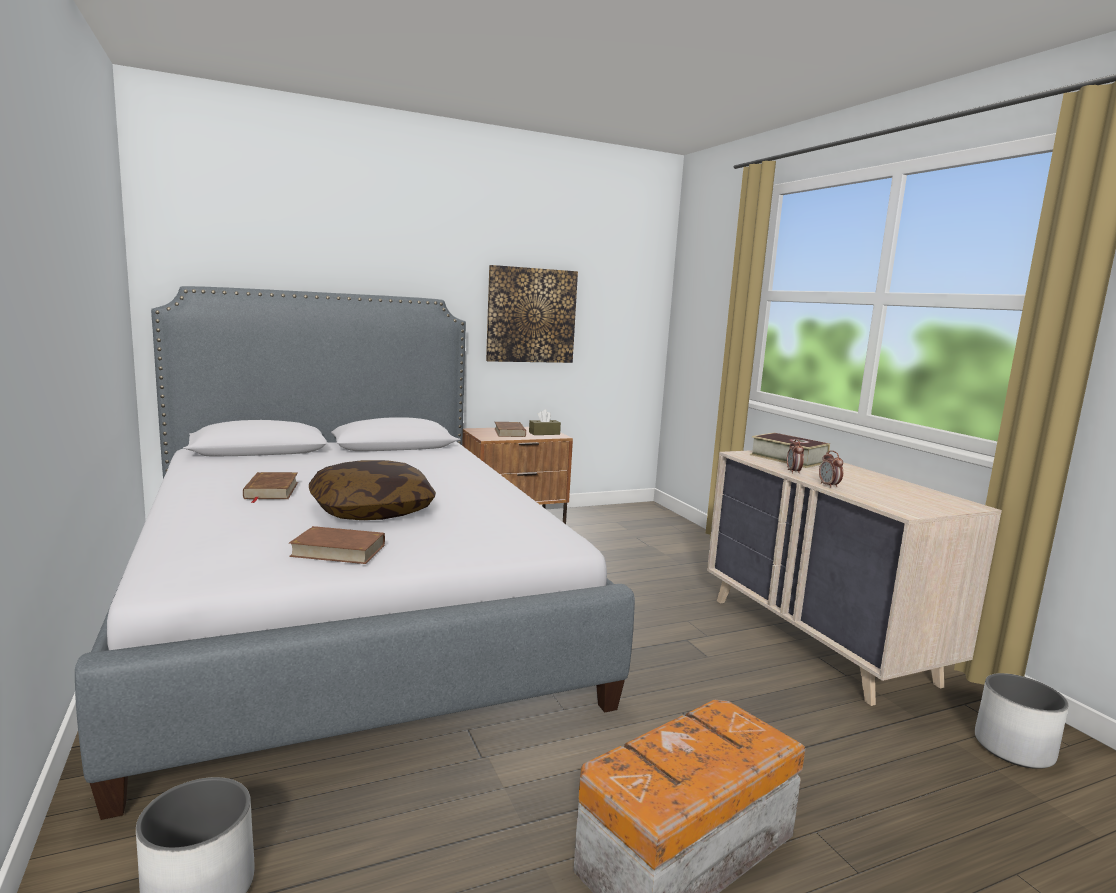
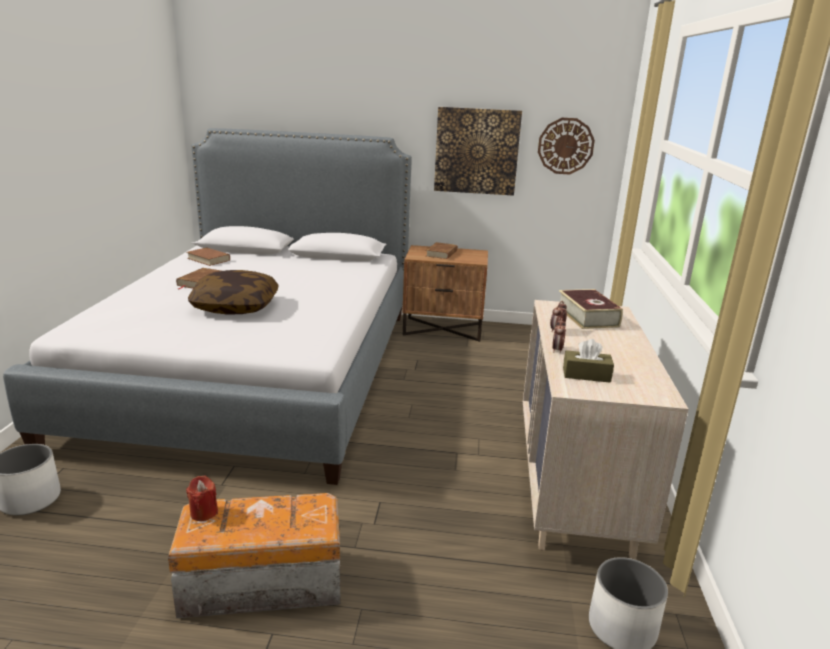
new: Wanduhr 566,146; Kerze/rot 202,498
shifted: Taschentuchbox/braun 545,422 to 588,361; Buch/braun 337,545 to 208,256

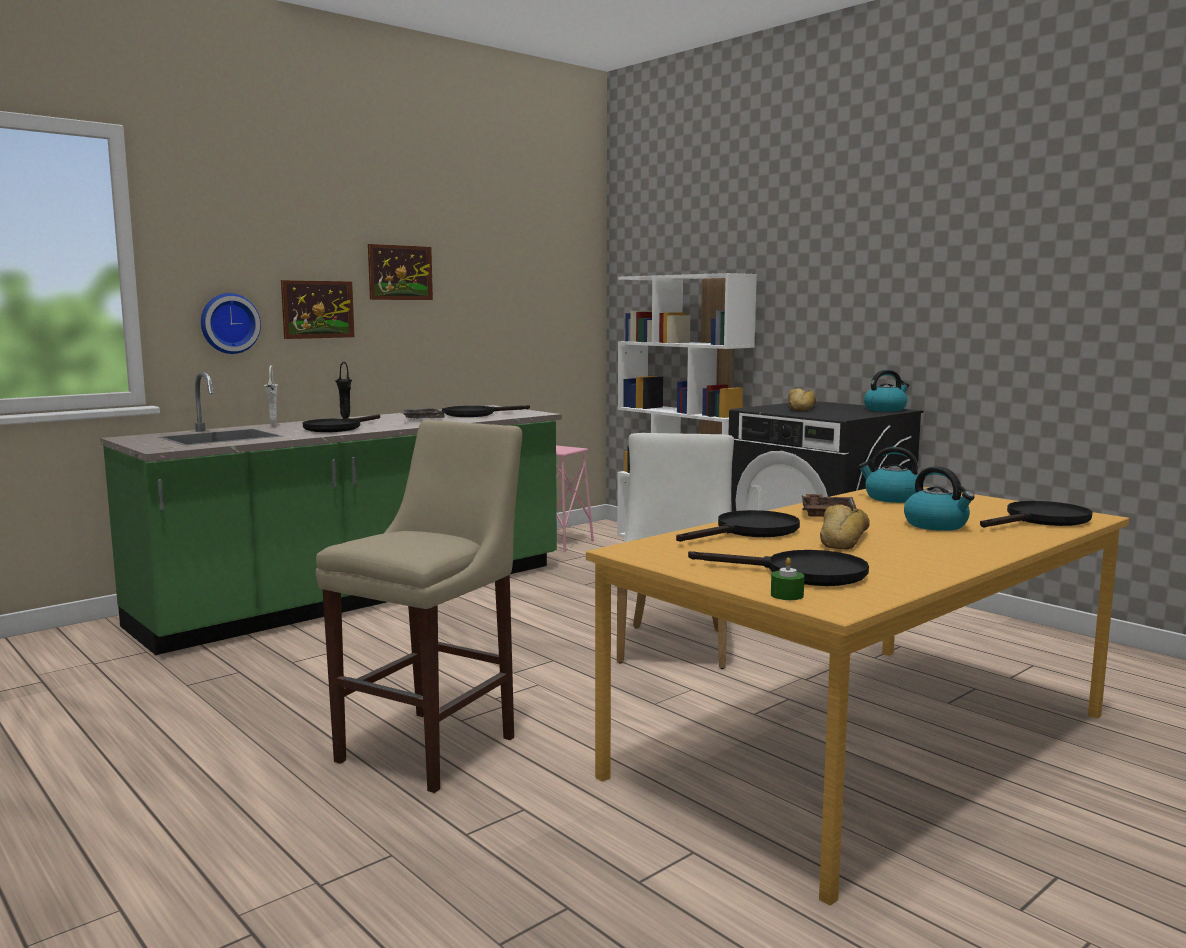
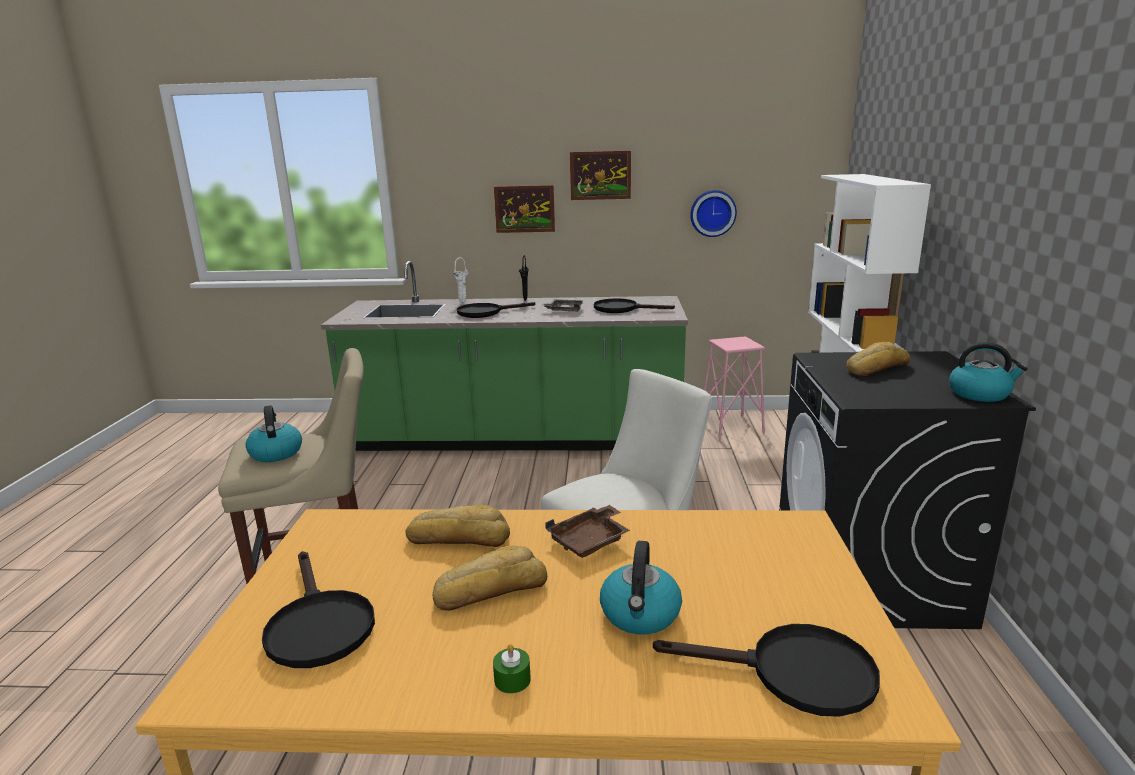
shifted: Wanduhr 231,323 to 713,213; Wasserkessel 888,475 to 273,433; Kerze/grün 787,579 to 512,669
swapped: Pfanne/schwarz 738,526 to Brot 458,525

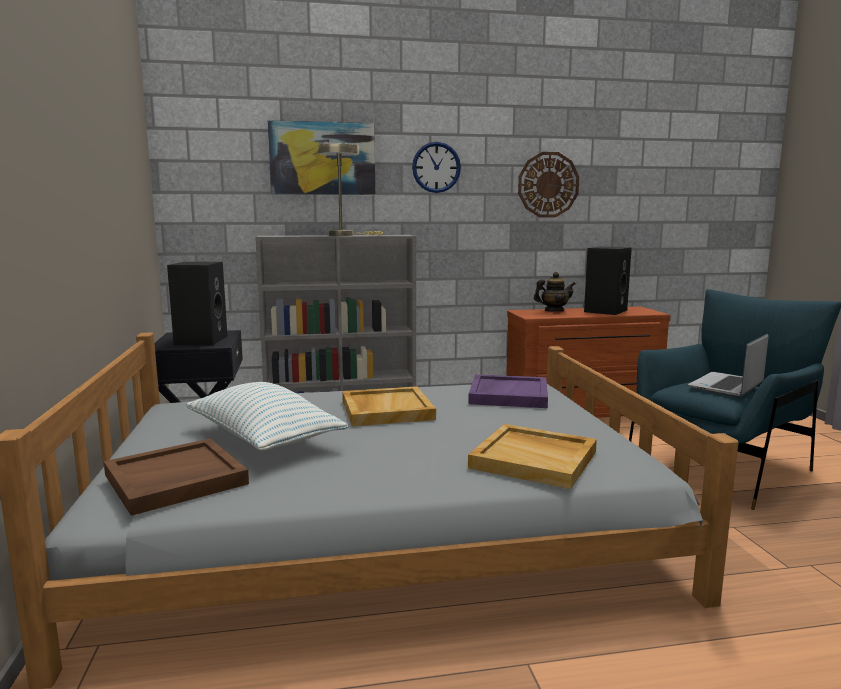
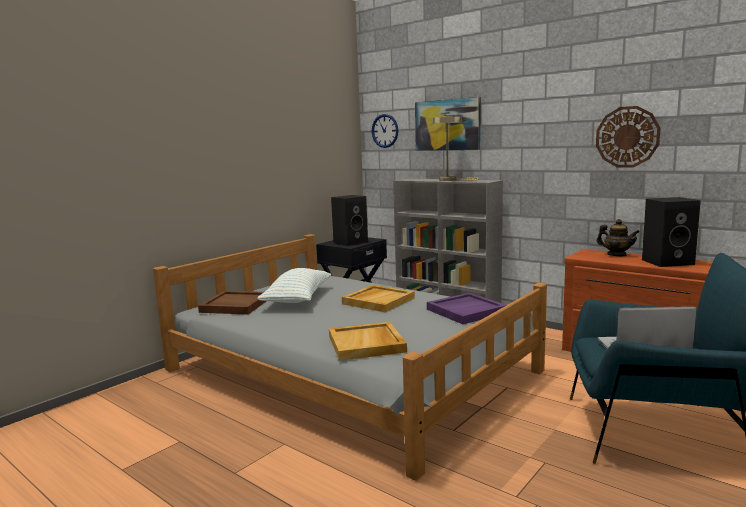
shifted: Wanduhr 436,167 to 385,131

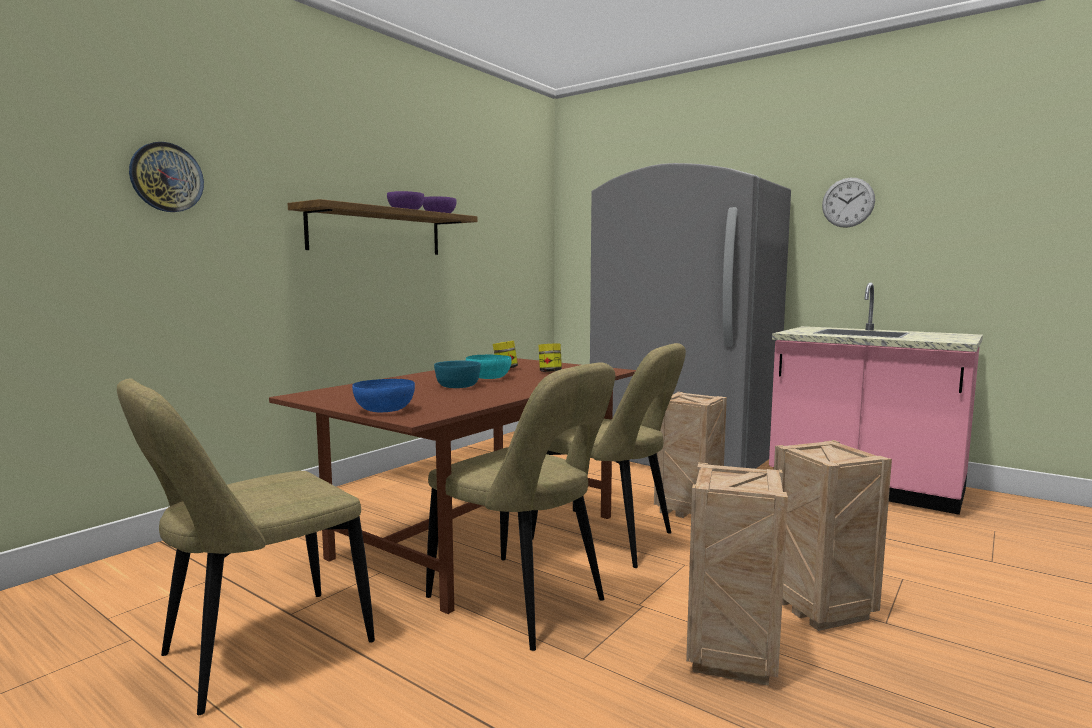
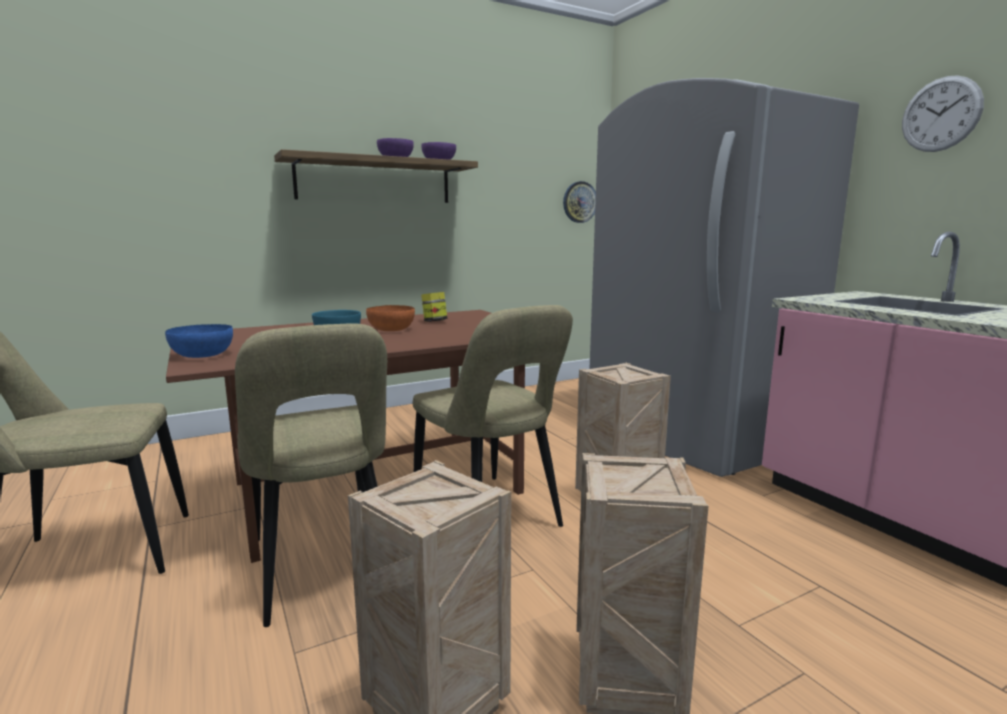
gone: Vorratsglas 550,358
shifted: Wanduhr 166,177 to 579,202
repainted: Schüssel/türkis 489,367 to Schüssel/orange 390,318

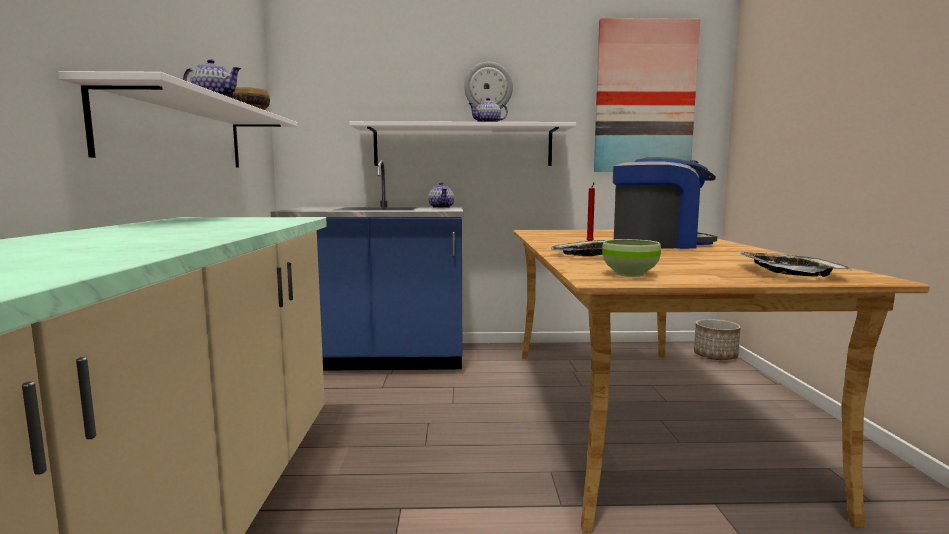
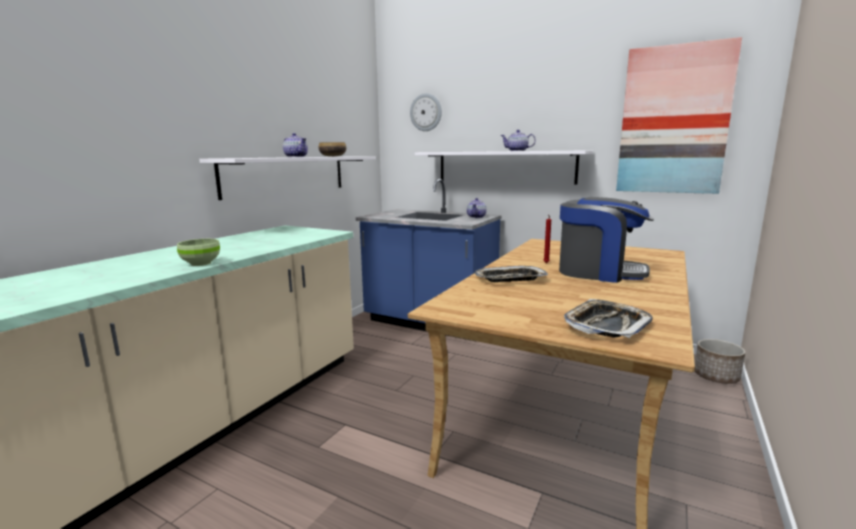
shifted: Wanduhr 488,85 to 426,112; Schüssel/grün 631,258 to 198,252

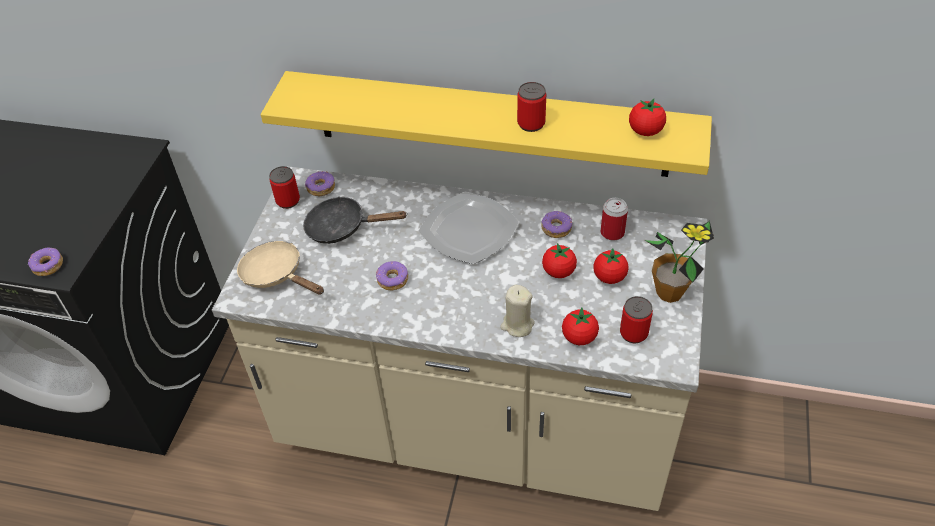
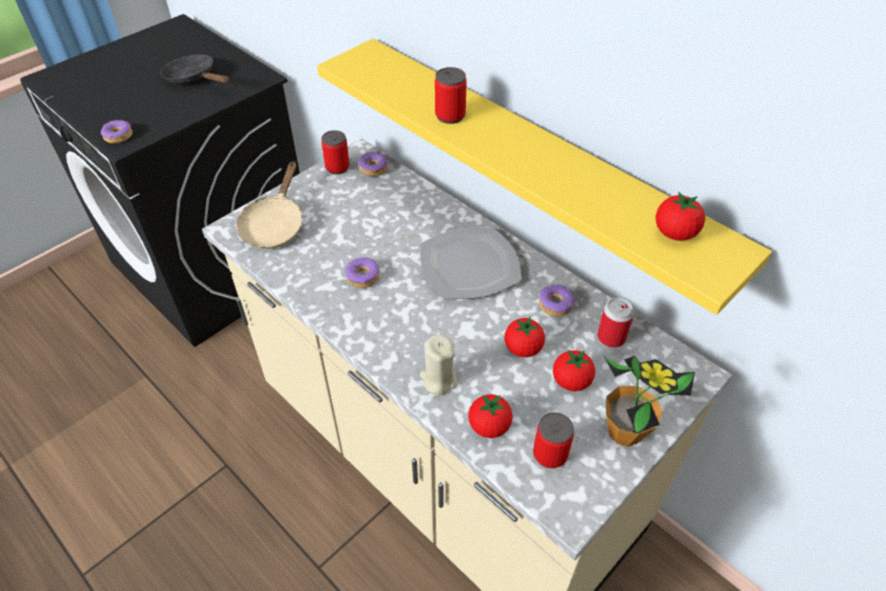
shifted: Dose 531,107 to 451,95; Pfanne/schwarz 355,220 to 194,69
rotated: Pfanne/beige 280,268 = 269,205 150 degrees counterclockwise

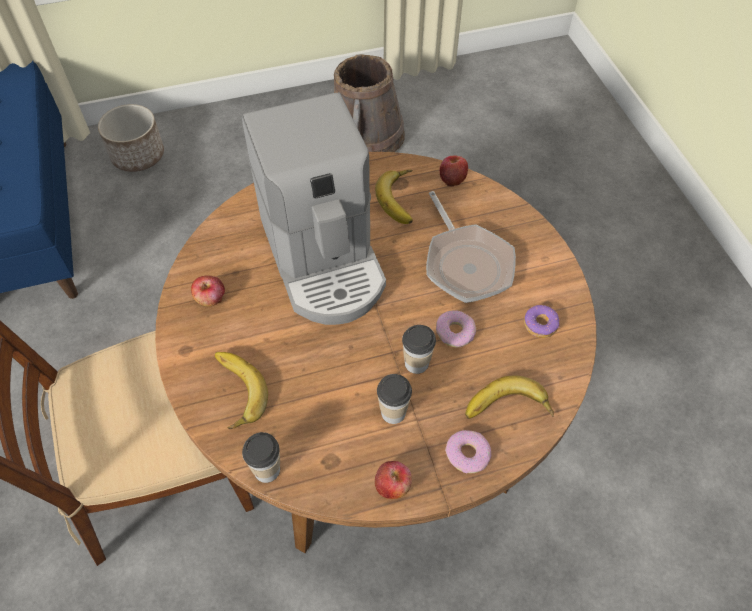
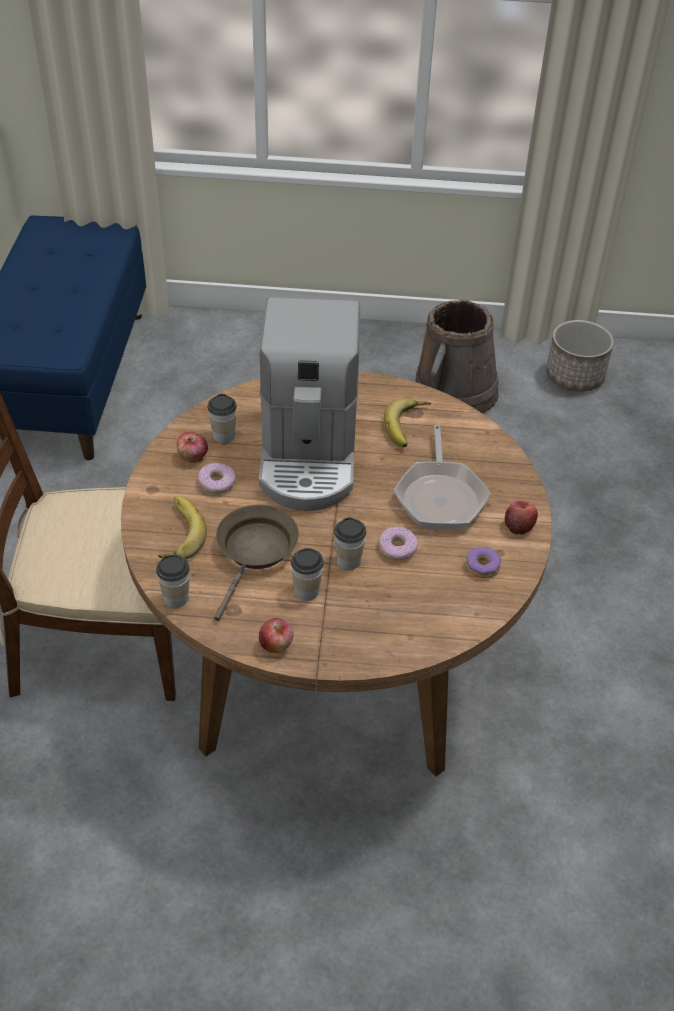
gone: Banane 509,397
new: Tasse 222,418; Pfanne/braun 256,563
shifted: Pflanzkübel 131,138 to 580,356; Apfel 454,171 to 521,517; Donut 468,451 to 217,478

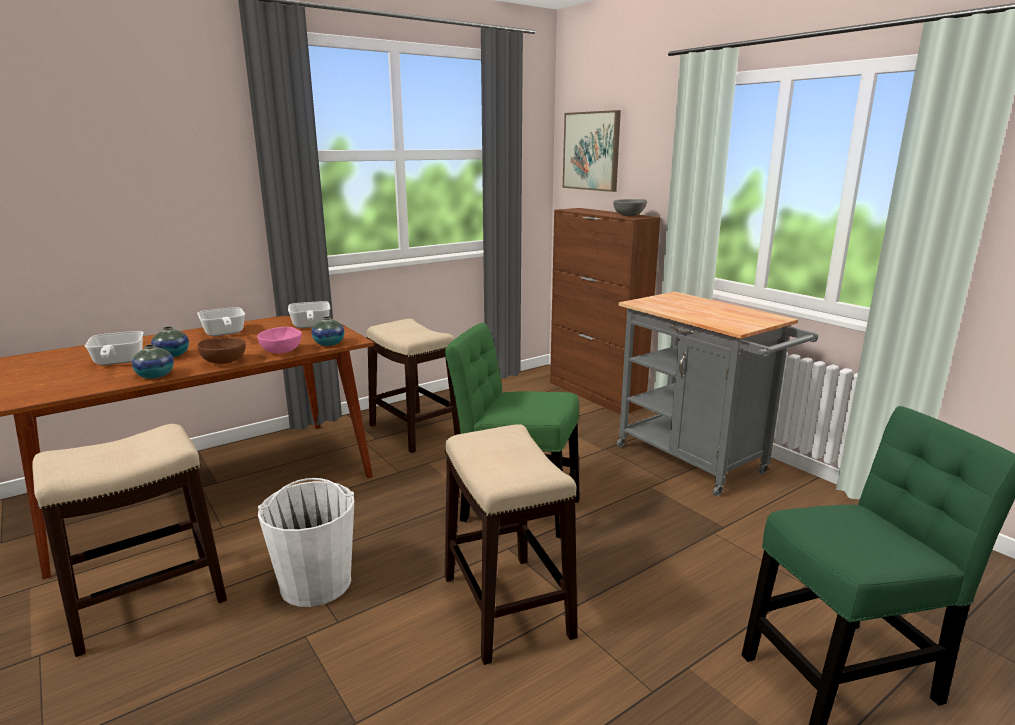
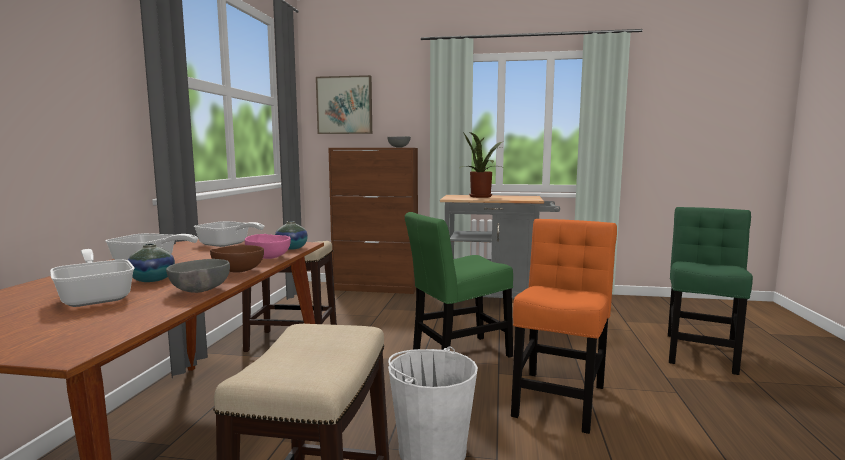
new: Topfpflanze 481,165
swapped: Vase 153,361 to Schüssel/grau 198,276; Hocker 511,544 to Stuhl/orange 564,326
rotated: Pfanne 114,348 = 92,278 150 degrees counterclockwise

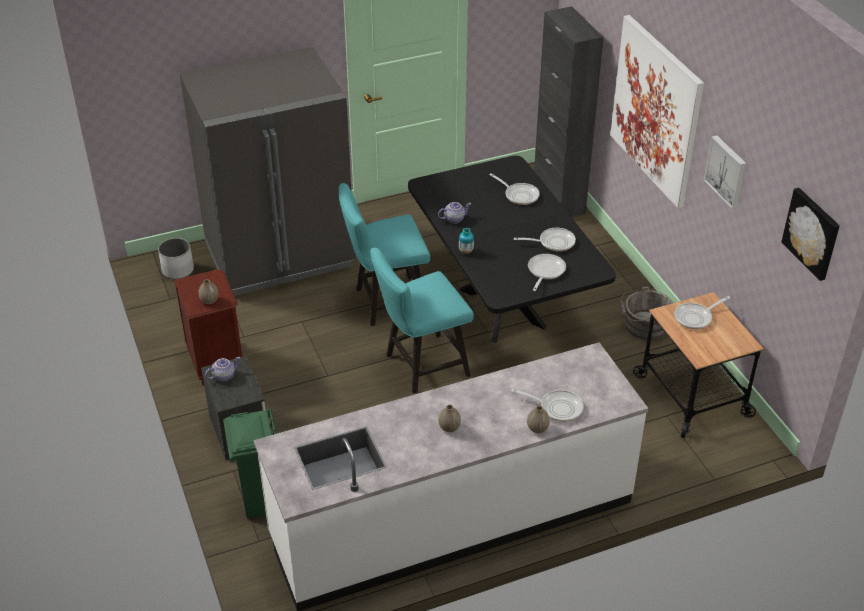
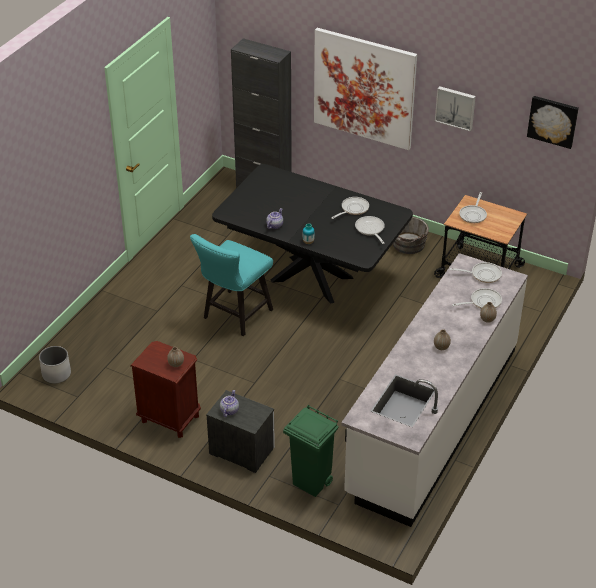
gone: Kühlschrank/grau 267,171; Stuhl/türkis 422,321
shifted: Pfanne 514,189 to 476,272

